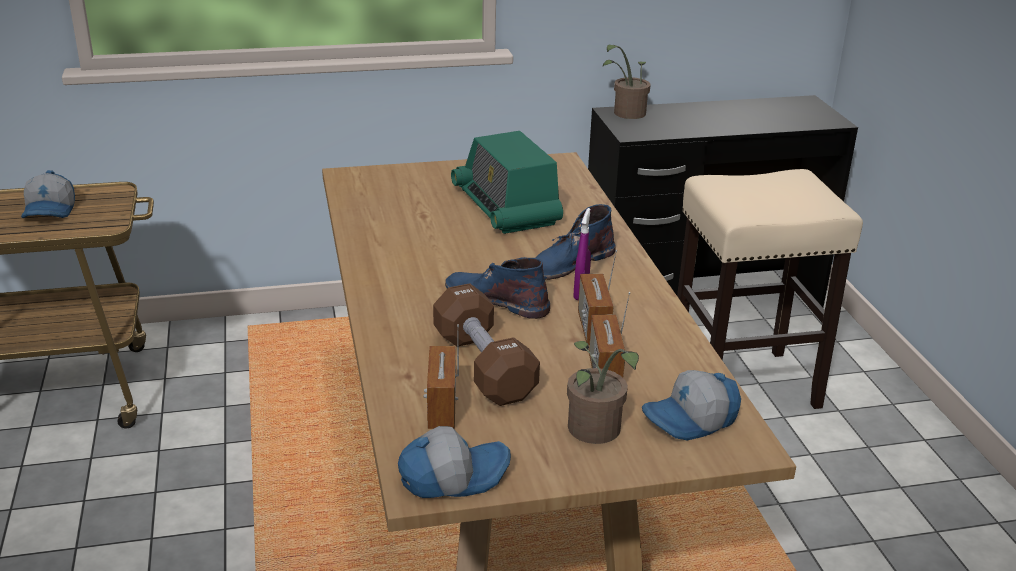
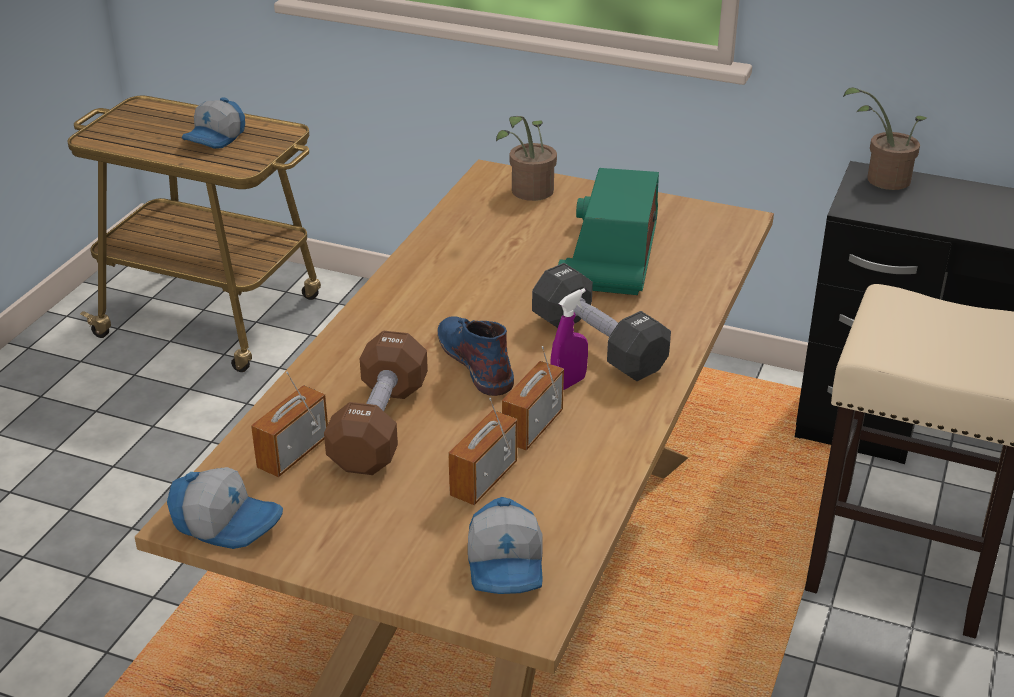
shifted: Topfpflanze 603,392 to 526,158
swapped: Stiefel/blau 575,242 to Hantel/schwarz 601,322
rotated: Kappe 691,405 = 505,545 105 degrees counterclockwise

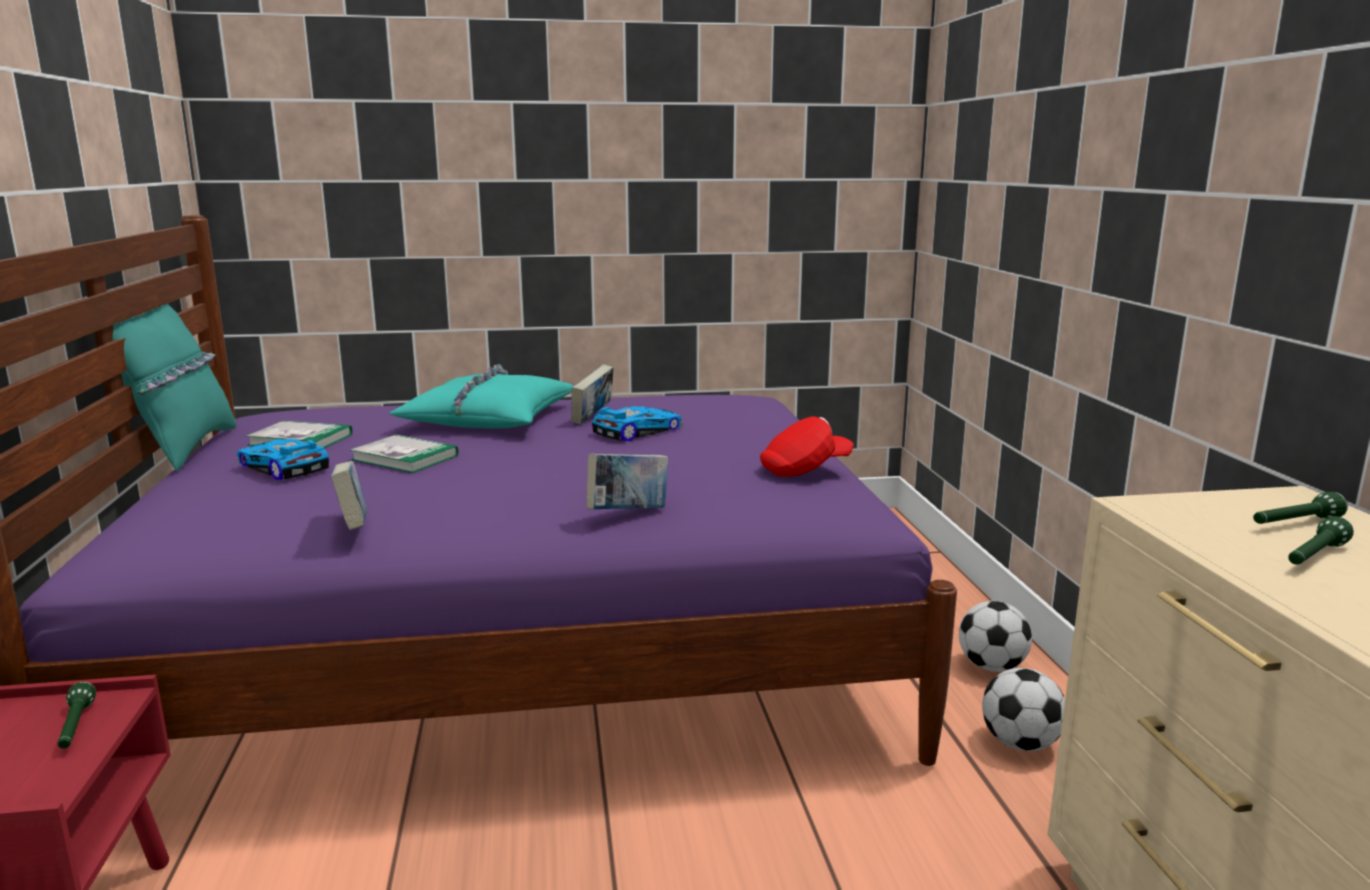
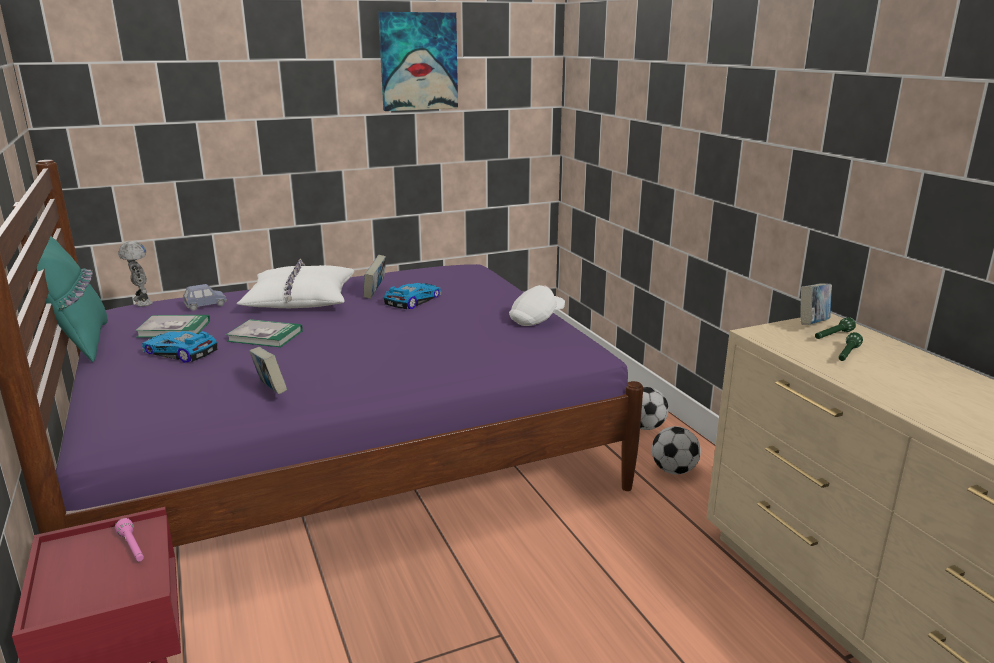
new: Bild 418,61; Spielzeugroboter 135,274; Spielzeugauto/blau 205,297
shifted: Buch 627,482 to 816,304
repainted: Kissen/türkis 481,396 to Kissen/weiß 295,283; Kappe/rot 807,446 to Kappe/weiß 537,305; Taschenlampe/grün 77,715 to Taschenlampe/rosa 129,539

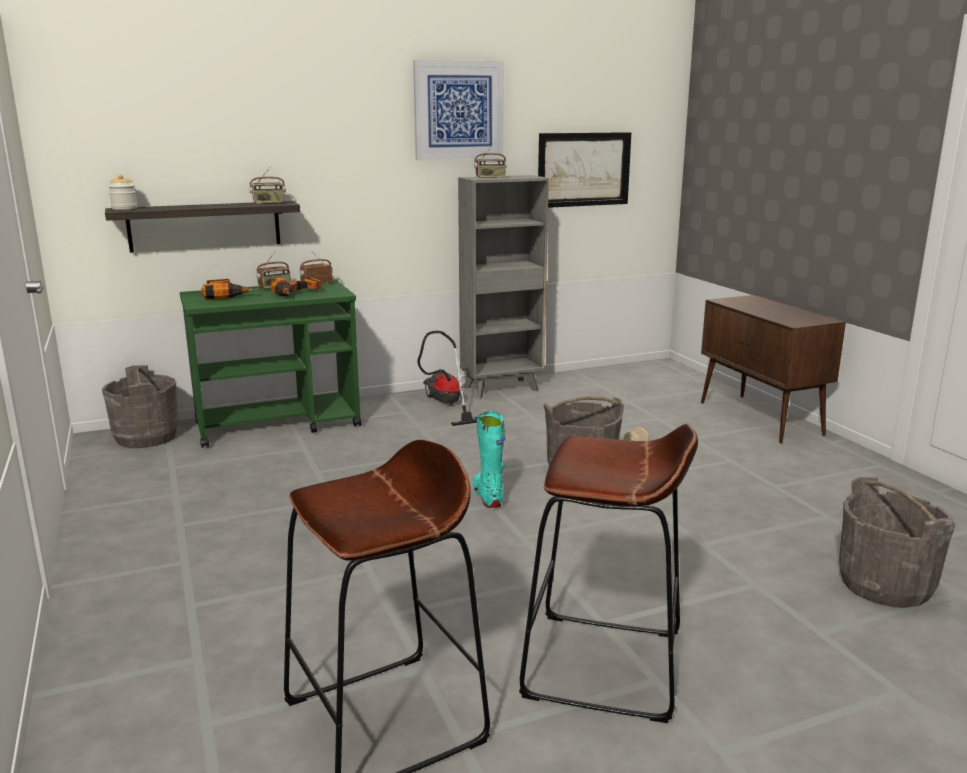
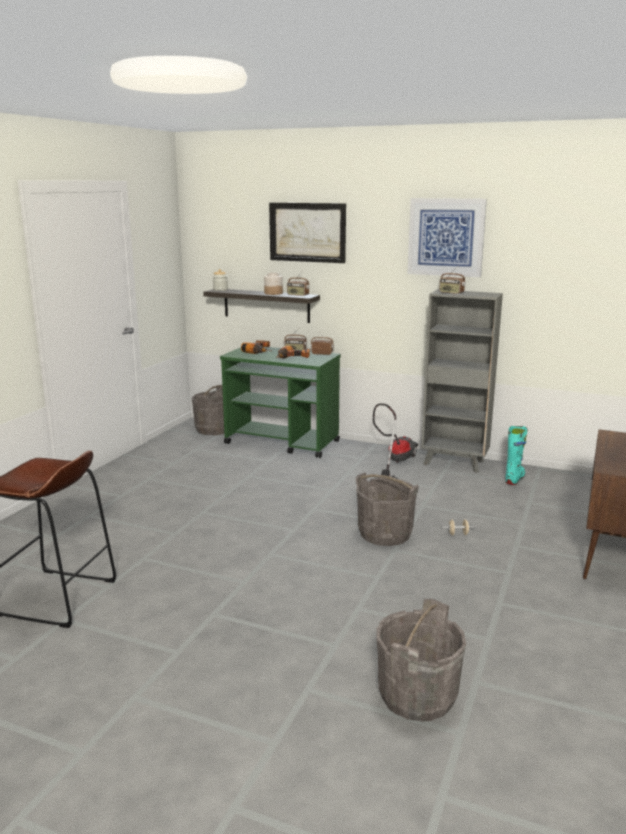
gone: Hocker/braun 608,573
new: Vorratsglas 273,284
shifted: Bild 585,170 to 307,233; Stiefel/türkis 489,459 to 517,455

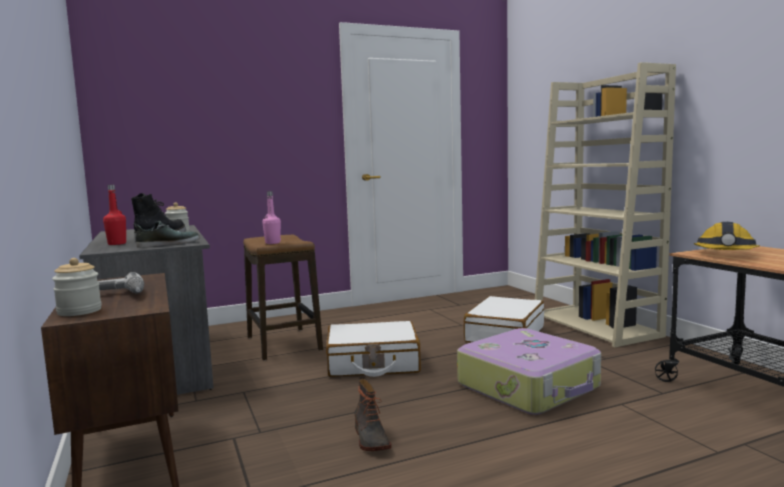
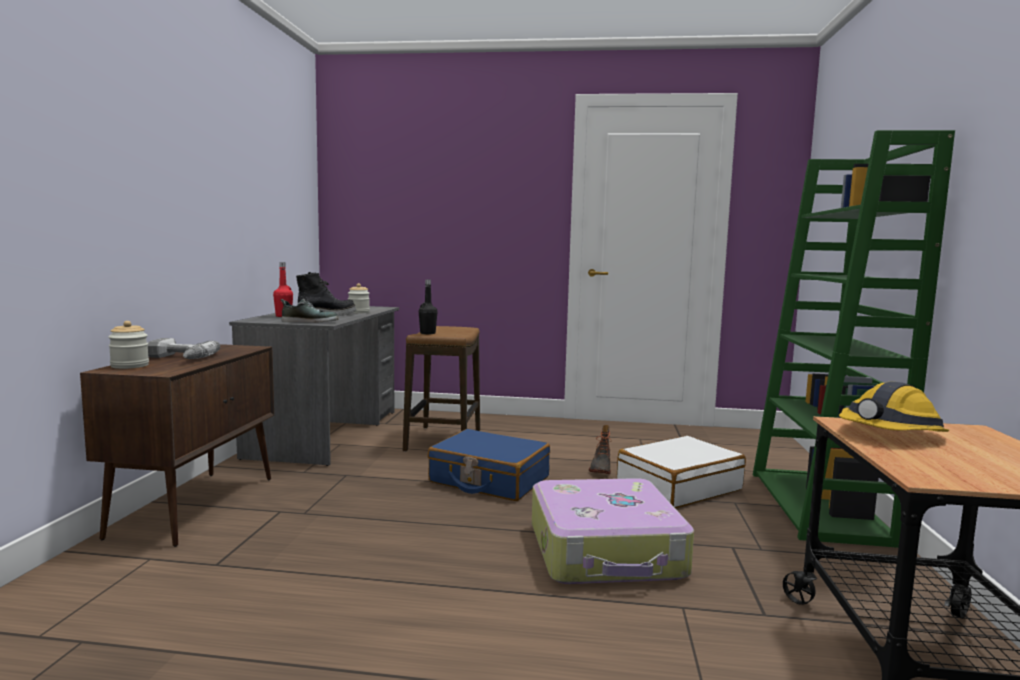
shifted: Stiefel 373,415 to 600,449
repainted: Bücherregal/beige 605,204 to Bücherregal/grün 854,339; Flasche/rosa 271,217 to Flasche/schwarz 428,306; Koffer/weiß 373,349 to Koffer/blau 489,465

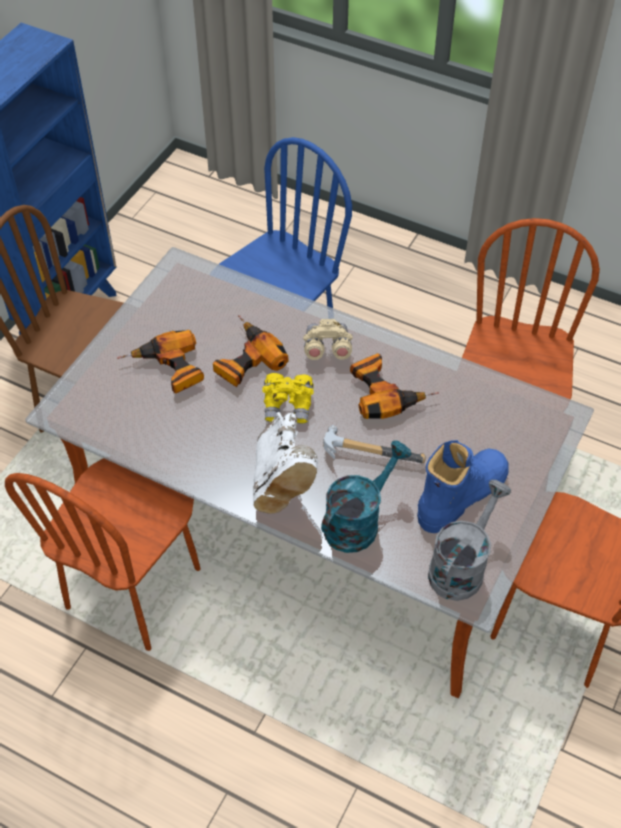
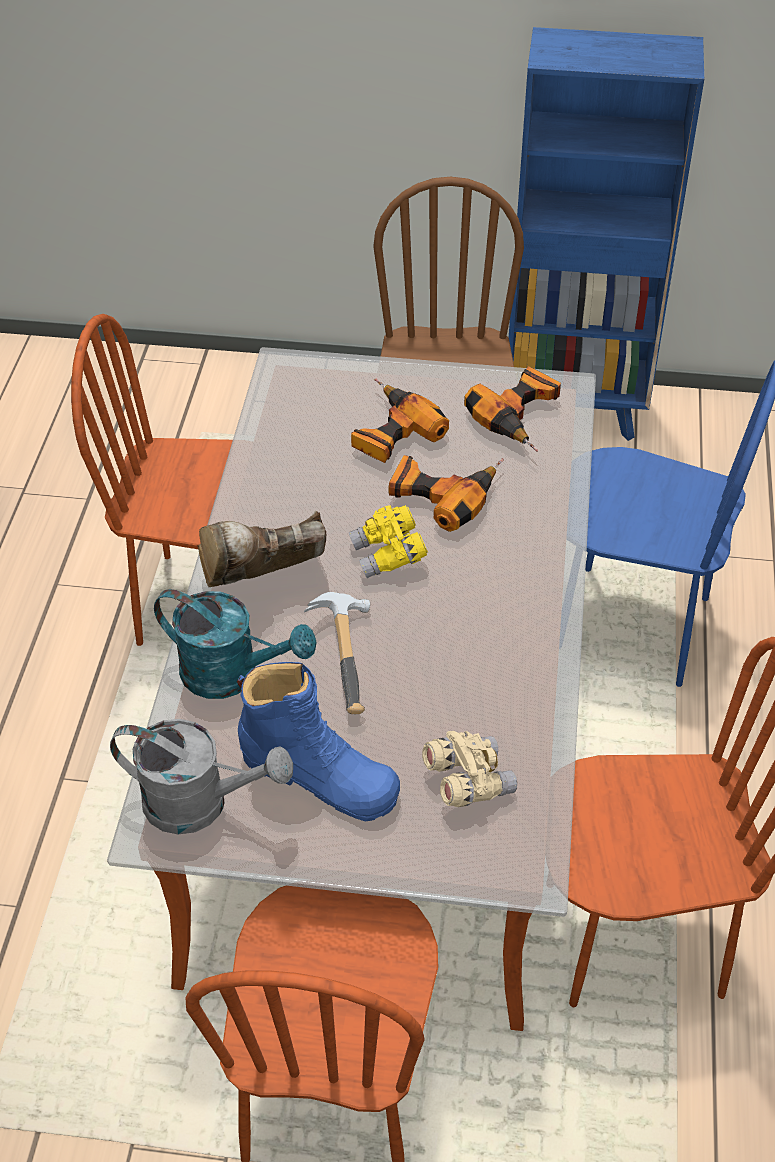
shifted: Fernglas/beige 328,339 to 469,769; Bohrmaschine 394,386 to 512,409
repainted: Stiefel/weiß 285,463 to Stiefel/braun 262,549

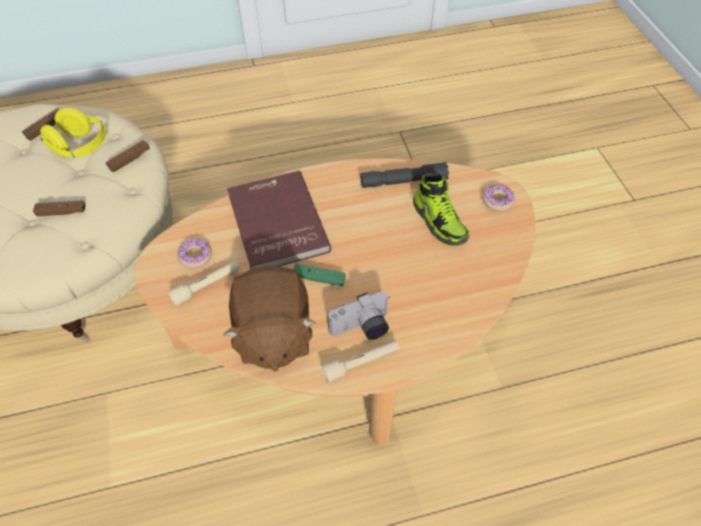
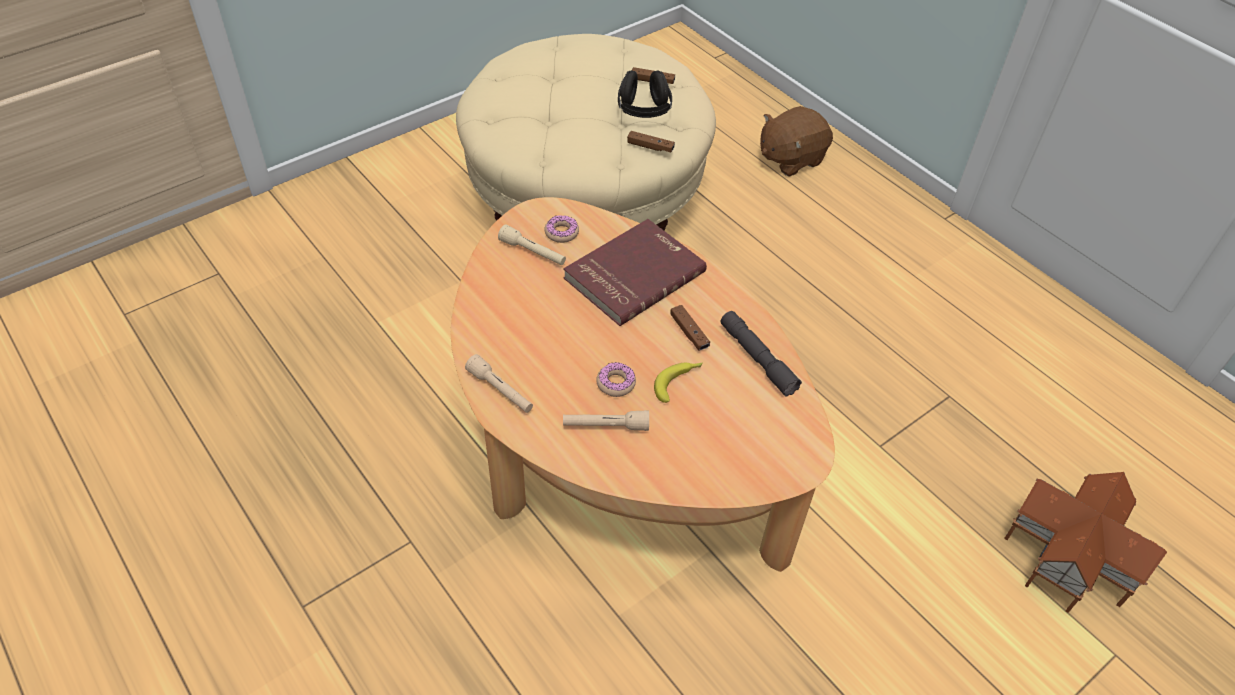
gone: Schuh 441,209; Gamepad/grün 320,274; Kamera 358,315
new: Banane 678,383; Taschenlampe/beige 606,420; Spielzeughaus 1085,542
shifted: Donut 499,198 to 616,379; Gamepad/braun 59,208 to 690,327; Plüschtier/braun 269,319 to 796,141
repainted: Kopfhörer/gelb 73,133 to Kopfhörer/schwarz 645,94

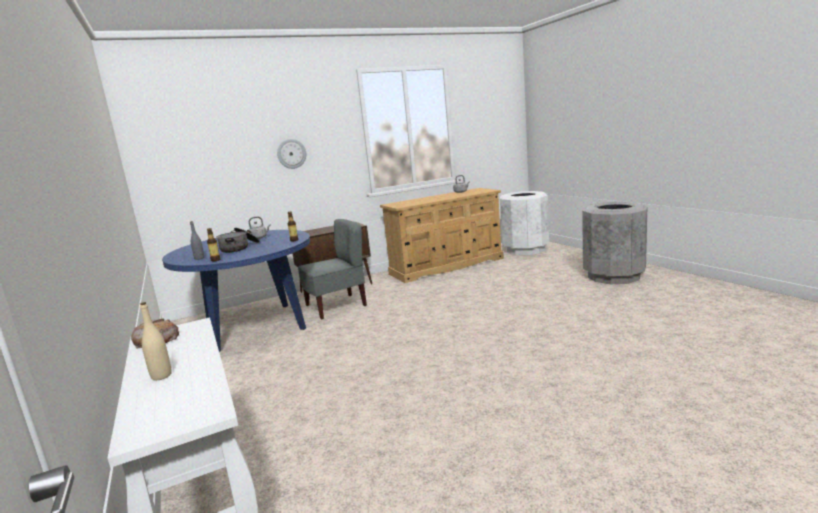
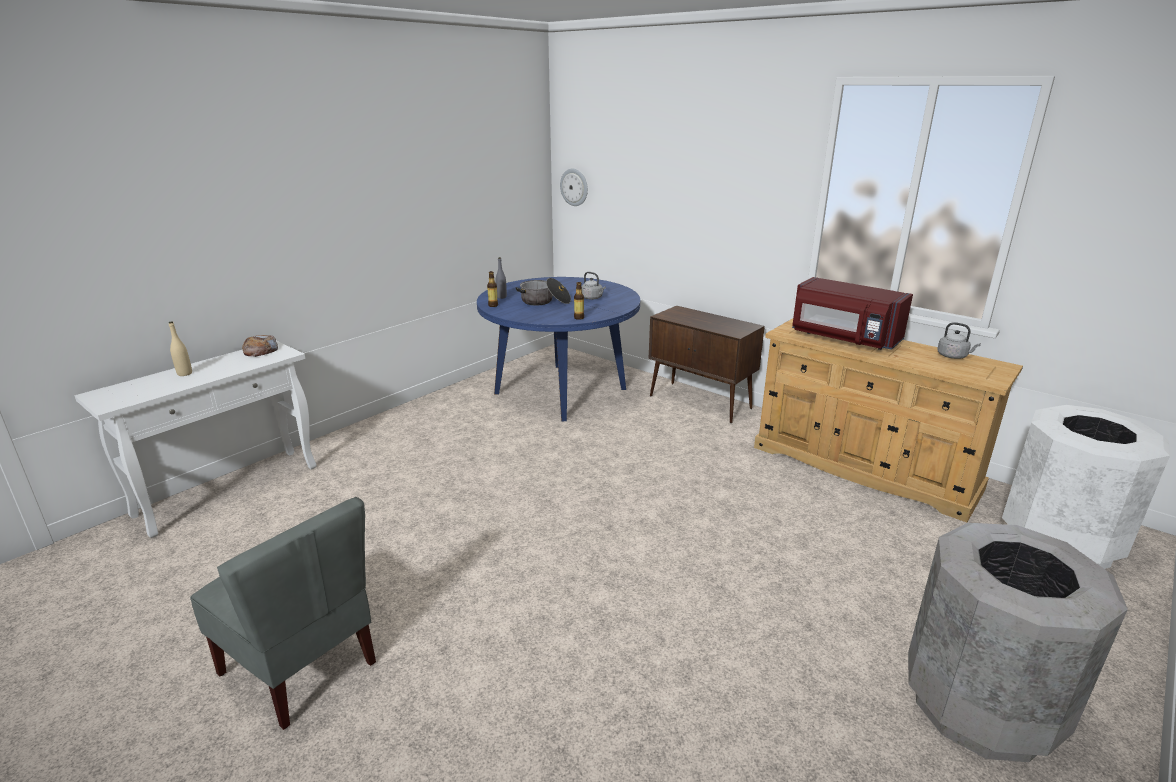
new: Mikrowelle/rot 852,313
shifted: Wanduhr 291,154 to 574,187; Stuhl/grau 332,269 to 283,613

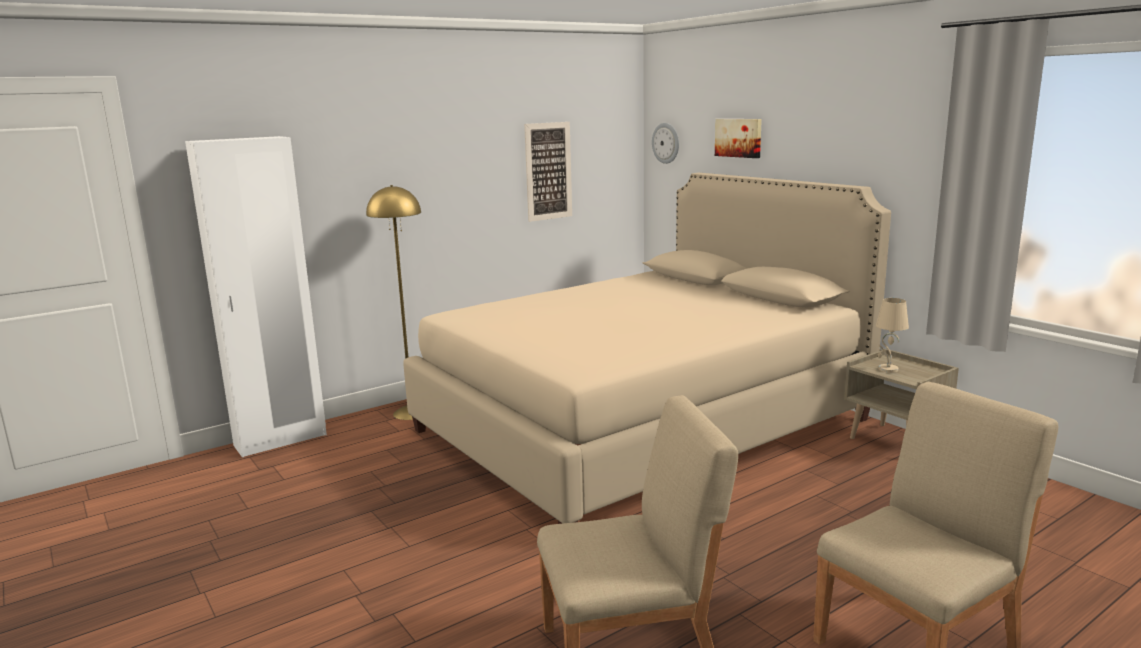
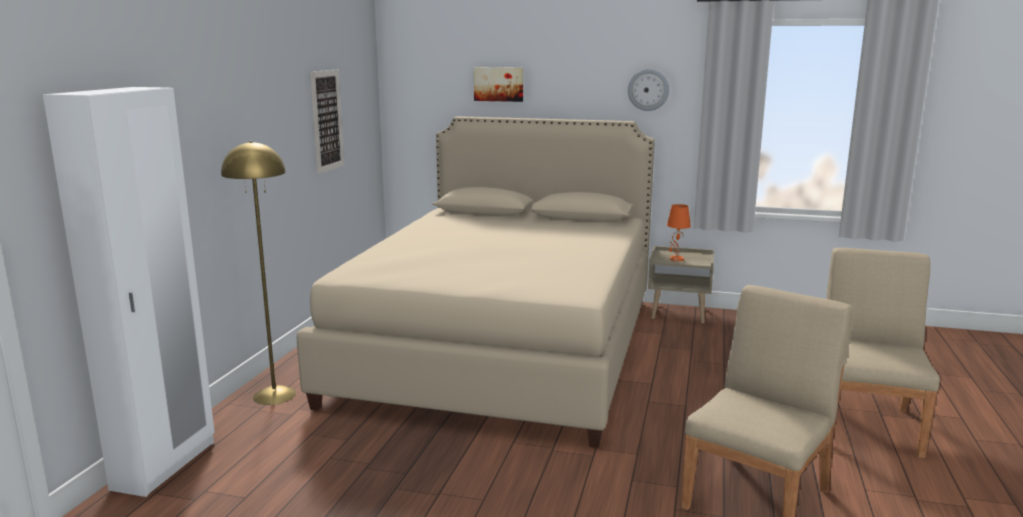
shifted: Wanduhr 665,143 to 648,90
repainted: Tischlampe/beige 892,335 to Tischlampe/orange 679,232

